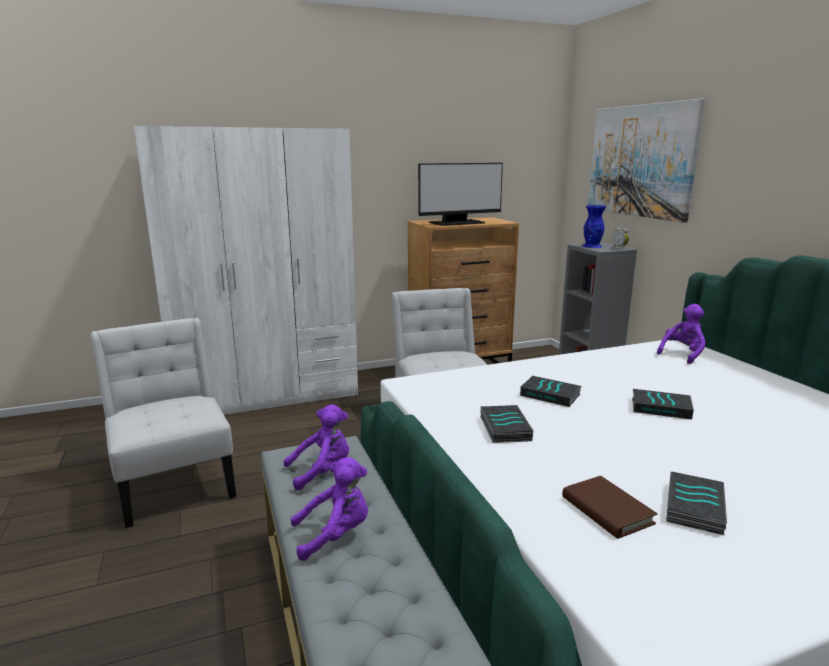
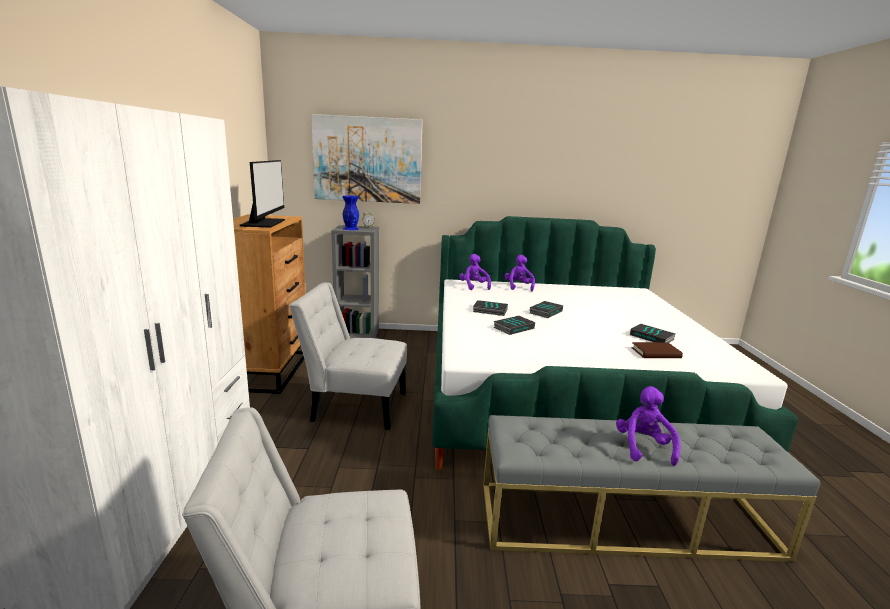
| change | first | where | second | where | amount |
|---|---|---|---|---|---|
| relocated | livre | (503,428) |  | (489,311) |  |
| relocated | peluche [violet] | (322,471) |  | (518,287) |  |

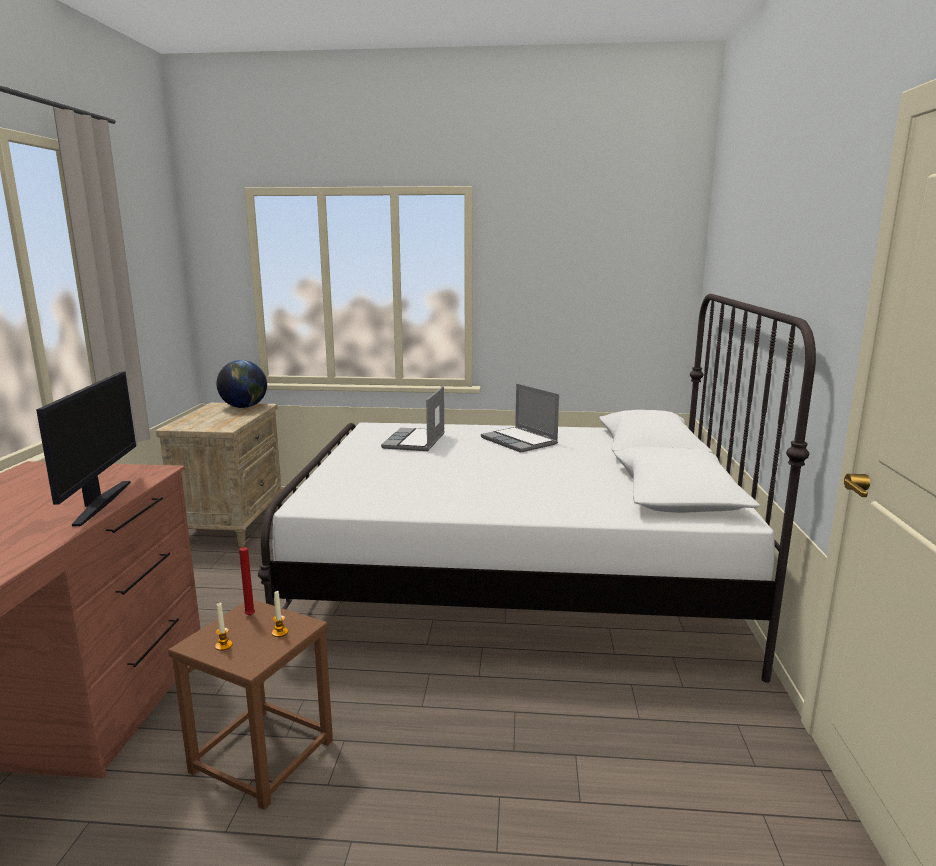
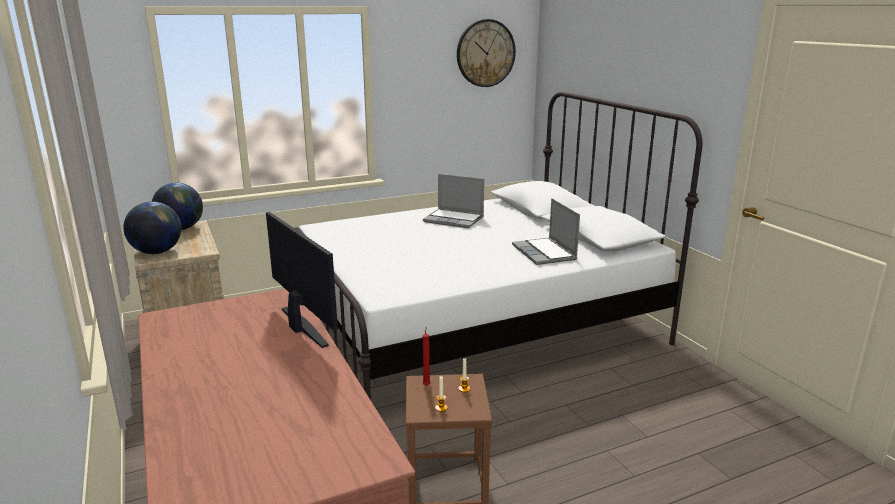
| change | first | where | second | where | amount |
|---|---|---|---|---|---|
| appeared |  |  | globe | (157,252) |  |
| appeared |  |  | horloge murale | (485,53) |  |
| relocated | ordinateur portable | (415,441) |  | (545,253) |  |

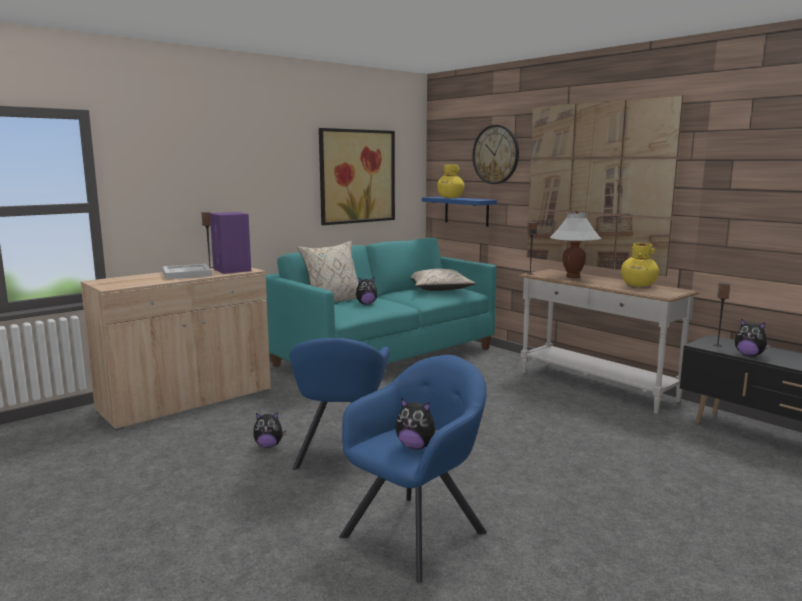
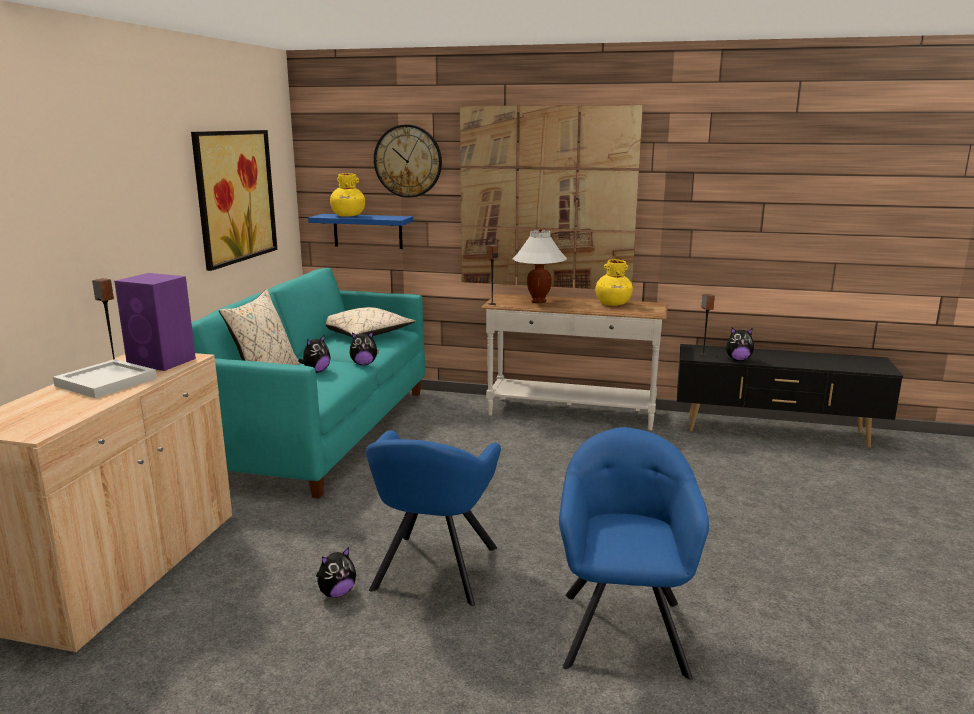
| change | first | where | second | where | amount |
|---|---|---|---|---|---|
| relocated | peluche | (416,446) |  | (364,364) |  |
| spun | fauteuil [bleu] | (341,453) |  | (434,571) | 45 degrees clockwise |

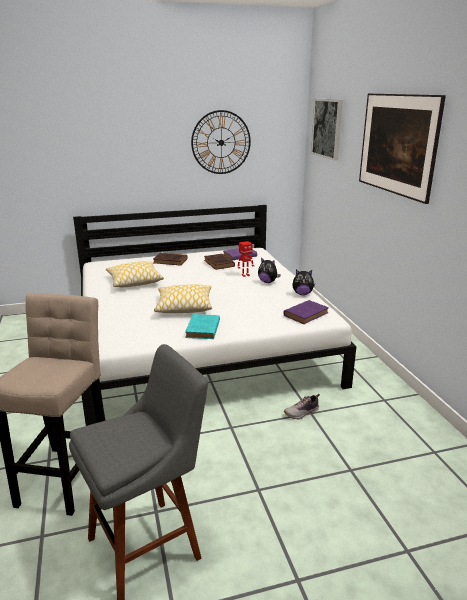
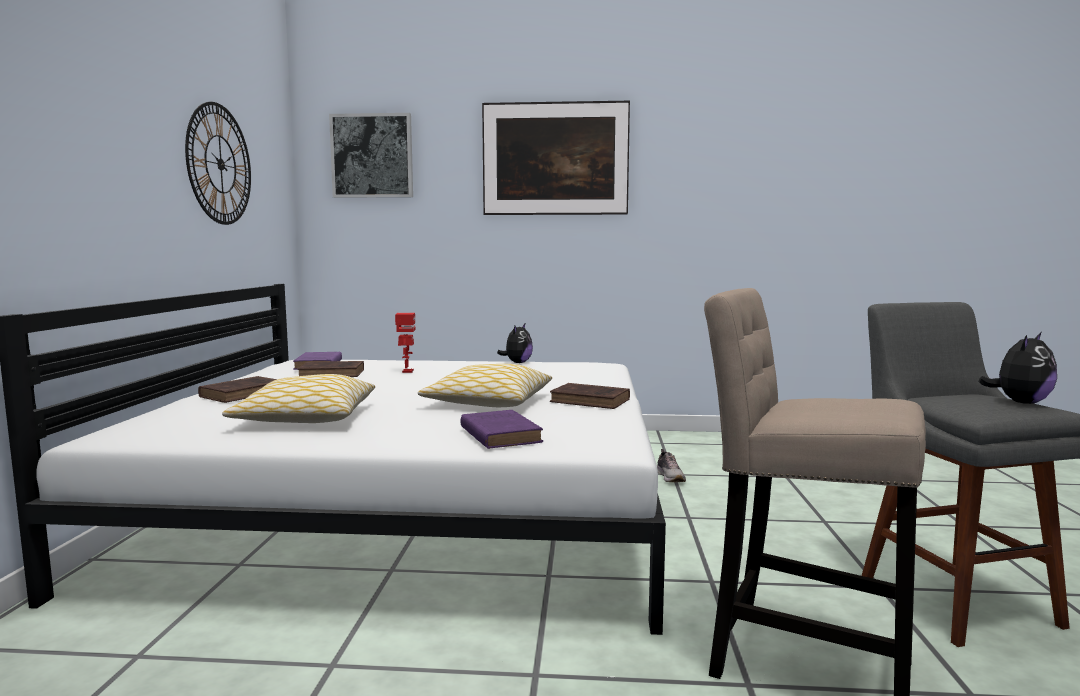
| change | first | where | second | where | amount |
|---|---|---|---|---|---|
| relocated | livre [violet] | (306,314) |  | (499,434) |  |
| colour | livre [turquoise] | (202,330) | livre [marron] | (592,401) |  |
| relocated | peluche | (268,282) |  | (1020,402) |  |

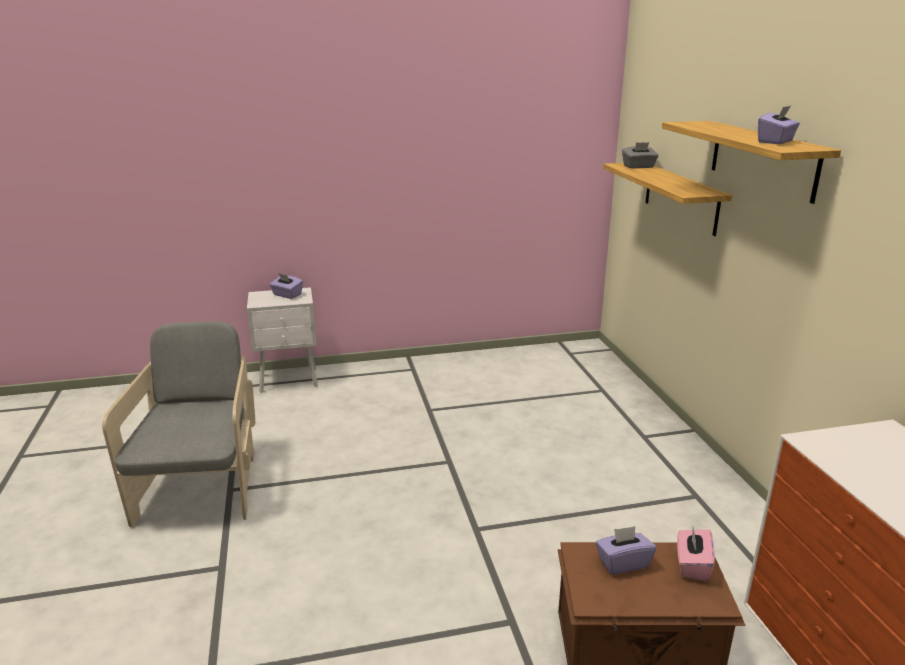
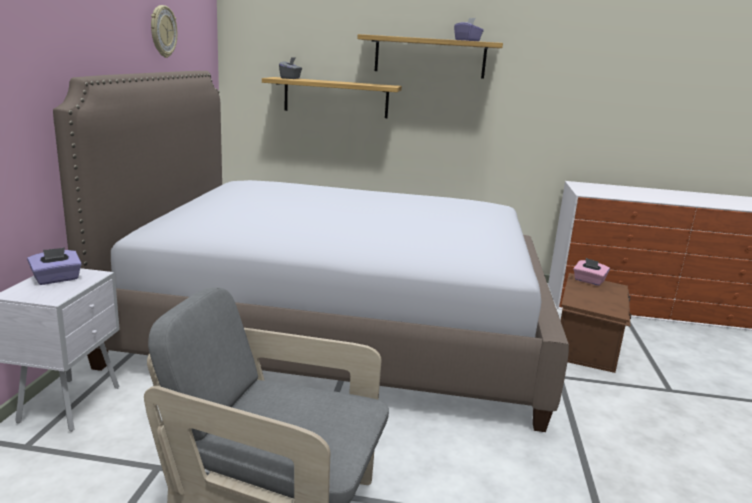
| change | first | where | second | where | amount |
|---|---|---|---|---|---|
| appeared |  |  | lit | (338,328) |  |
| appeared |  |  | horloge murale | (162,31) |  |
| missing | boîte à mouchoirs [violet] | (623,563) |  |  |  |

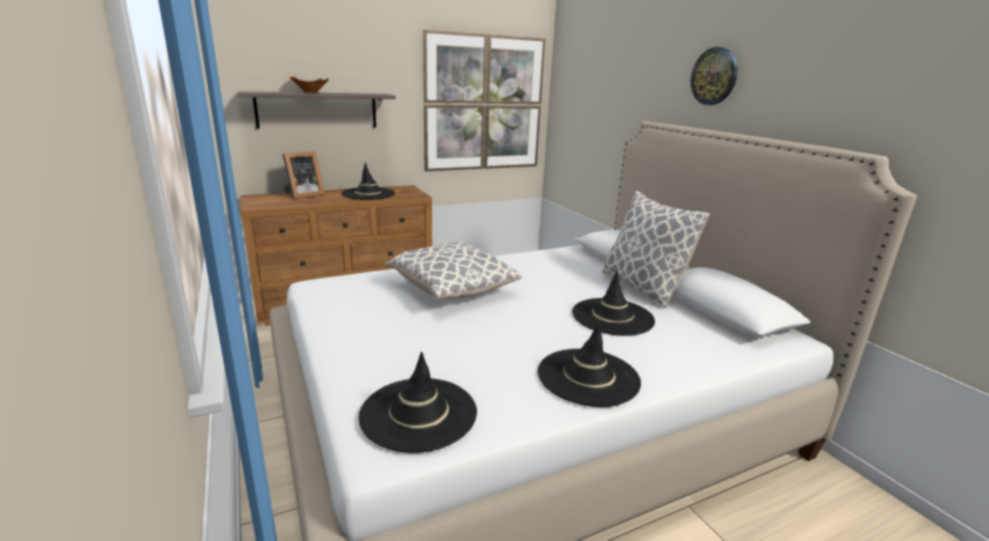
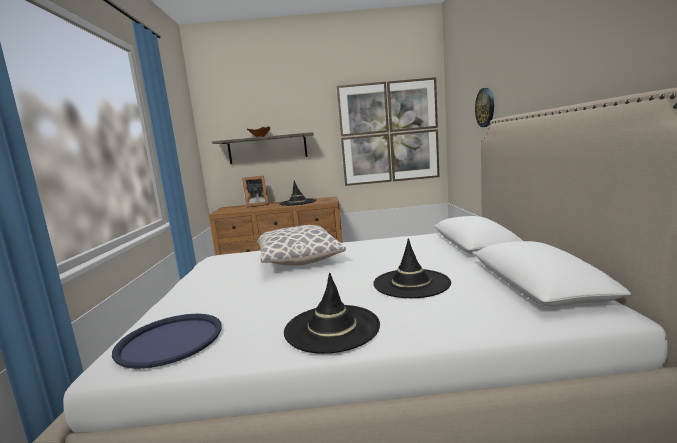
| change | first | where | second | where | amount |
|---|---|---|---|---|---|
| exchanged | chapeau [noir] | (418,413) | plateau [bleu] | (170,340) |  |
| relocated | horloge murale | (714,76) |  | (485,107) |  |
| missing | coussin | (642,287) |  |  |  |

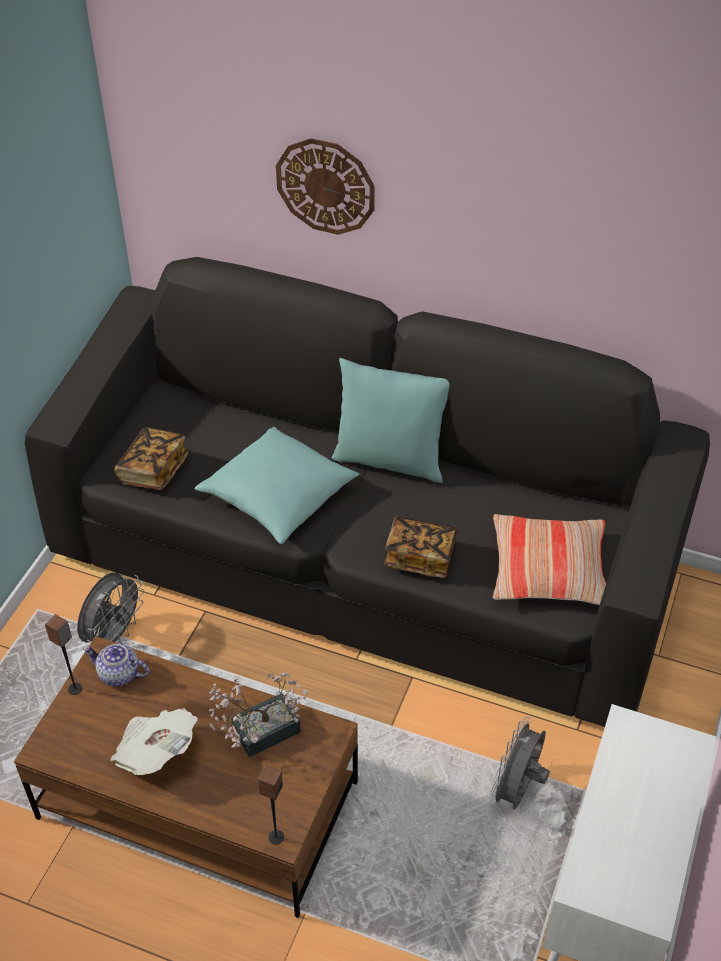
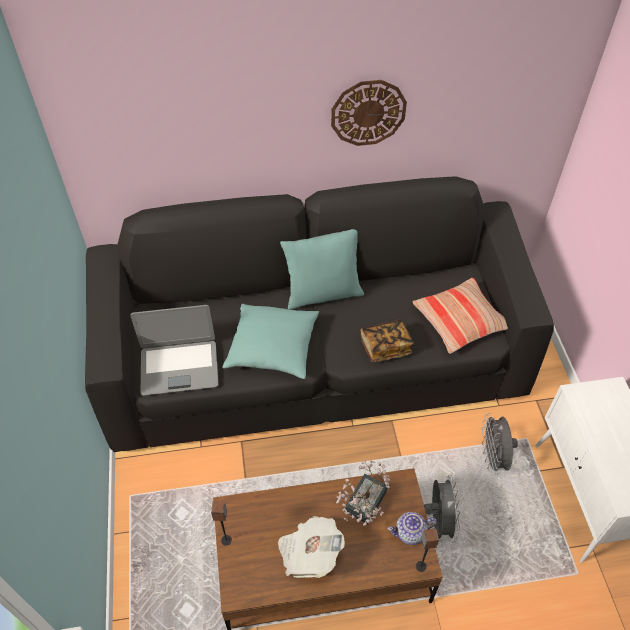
| change | first | where | second | where | amount |
|---|---|---|---|---|---|
| exchanged | livre | (153,470) | ordinateur portable | (179,367) |  |
| relocated | horloge murale | (325,186) |  | (368,112) |  |
| relocated | théière | (119,674) |  | (410,533) |  |
| relocated | ventilateur [gris] | (114,635) |  | (438,521) |  |

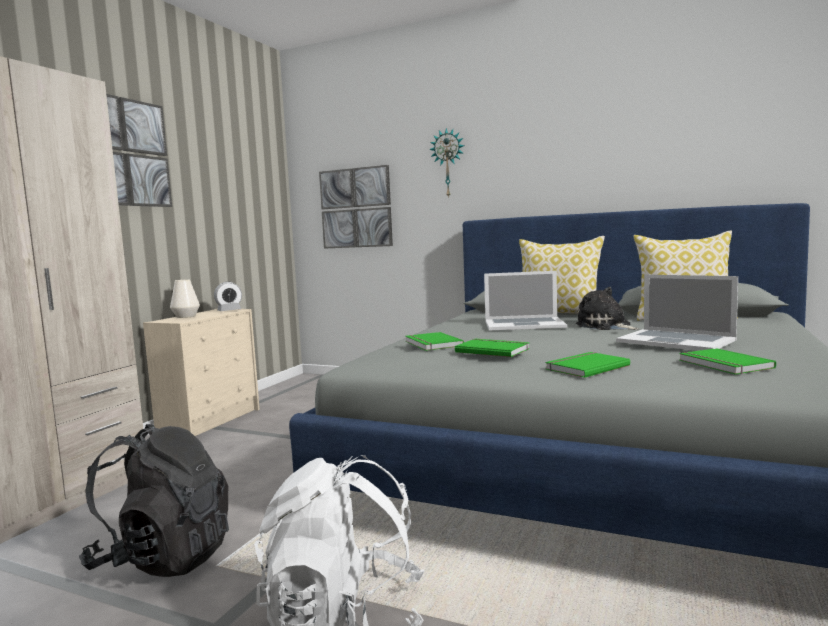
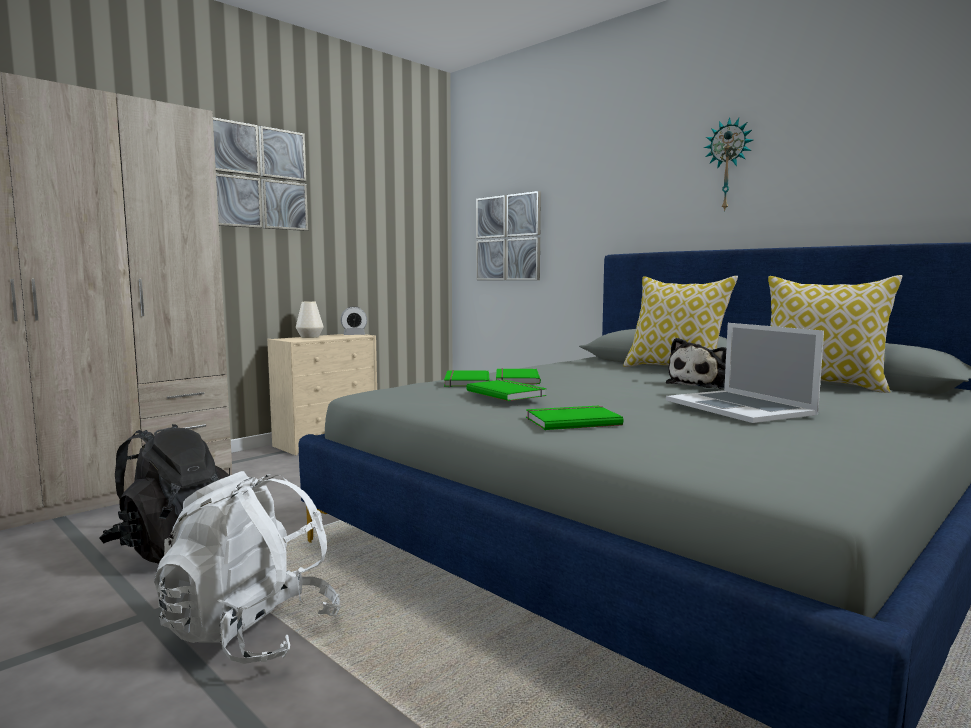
| change | first | where | second | where | amount |
|---|---|---|---|---|---|
| relocated | livre [vert] | (723,364) |  | (515,379) |  |
| spun | peluche | (605,326) |  | (701,385) | 120 degrees counterclockwise |
| relocated | horloge murale | (448,163) |  | (728,165) |  |
| missing | ordinateur portable | (524,324) |  |  |  |

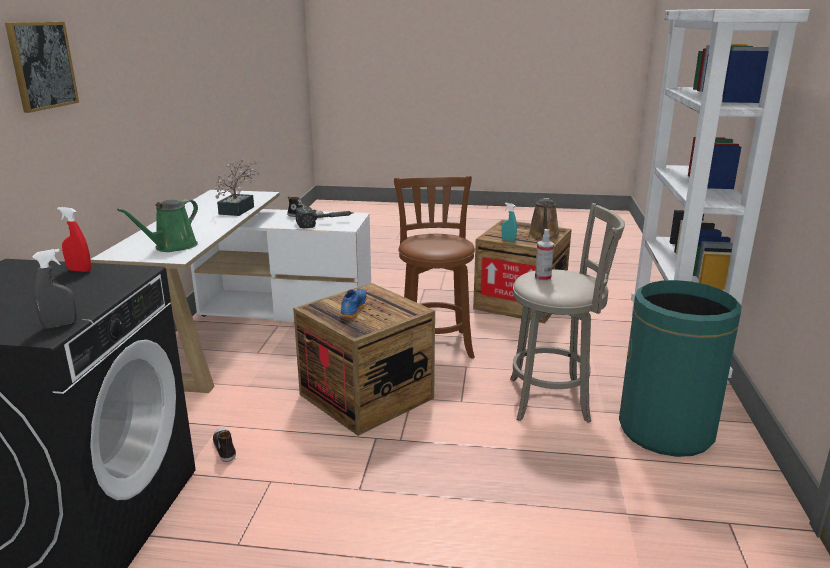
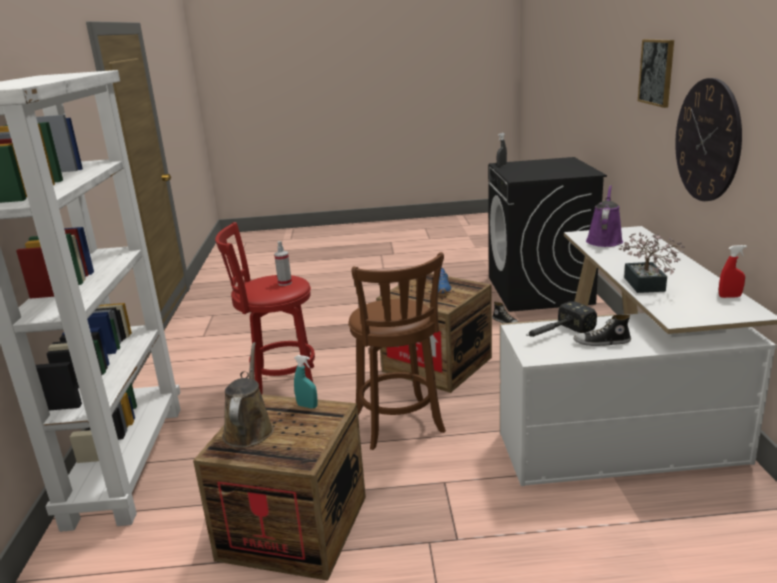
| change | first | where | second | where | amount |
|---|---|---|---|---|---|
| colour | tabouret [gris] | (554,399) | tabouret [rouge] | (281,386) |  |
| colour | arrosoir [vert] | (172,247) | arrosoir [violet] | (604,240) |  |
| appeared |  |  | horloge murale | (707,140) |  |
| relocated | vaporisateur [rouge] | (79,270) |  | (729,296) |  |
| missing | poubelle [vert] | (666,430) |  |  |  |

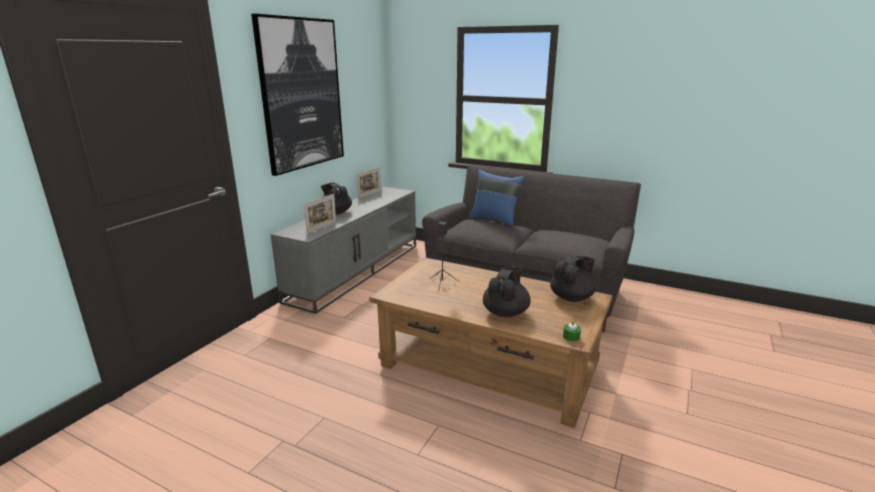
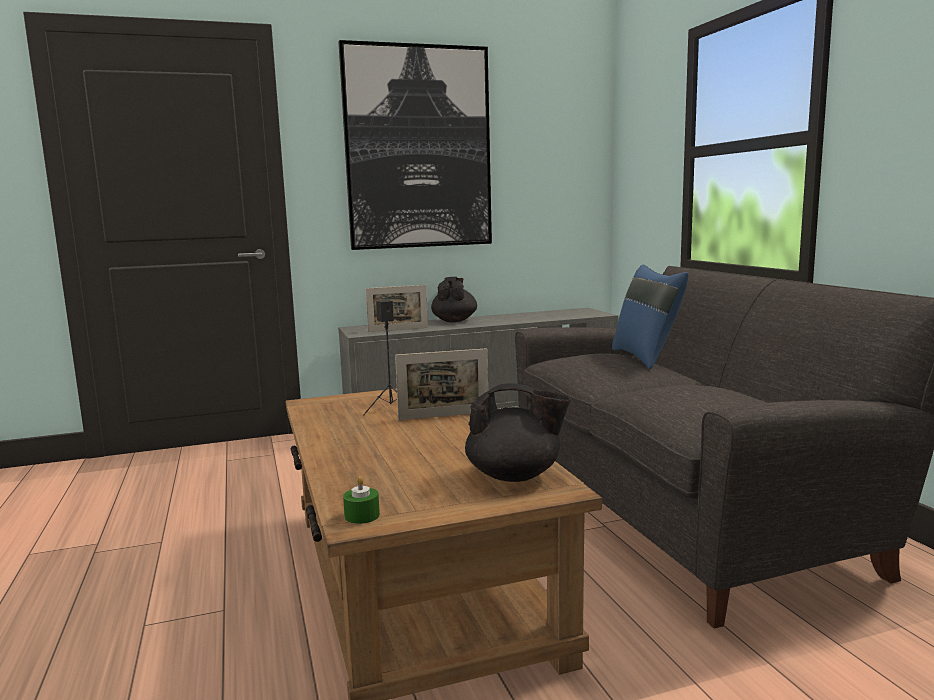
| change | first | where | second | where | amount |
|---|---|---|---|---|---|
| relocated | cadre photo | (369,194) |  | (444,416) |  |
| missing | théière [noir] | (505,312) |  |  |  |

